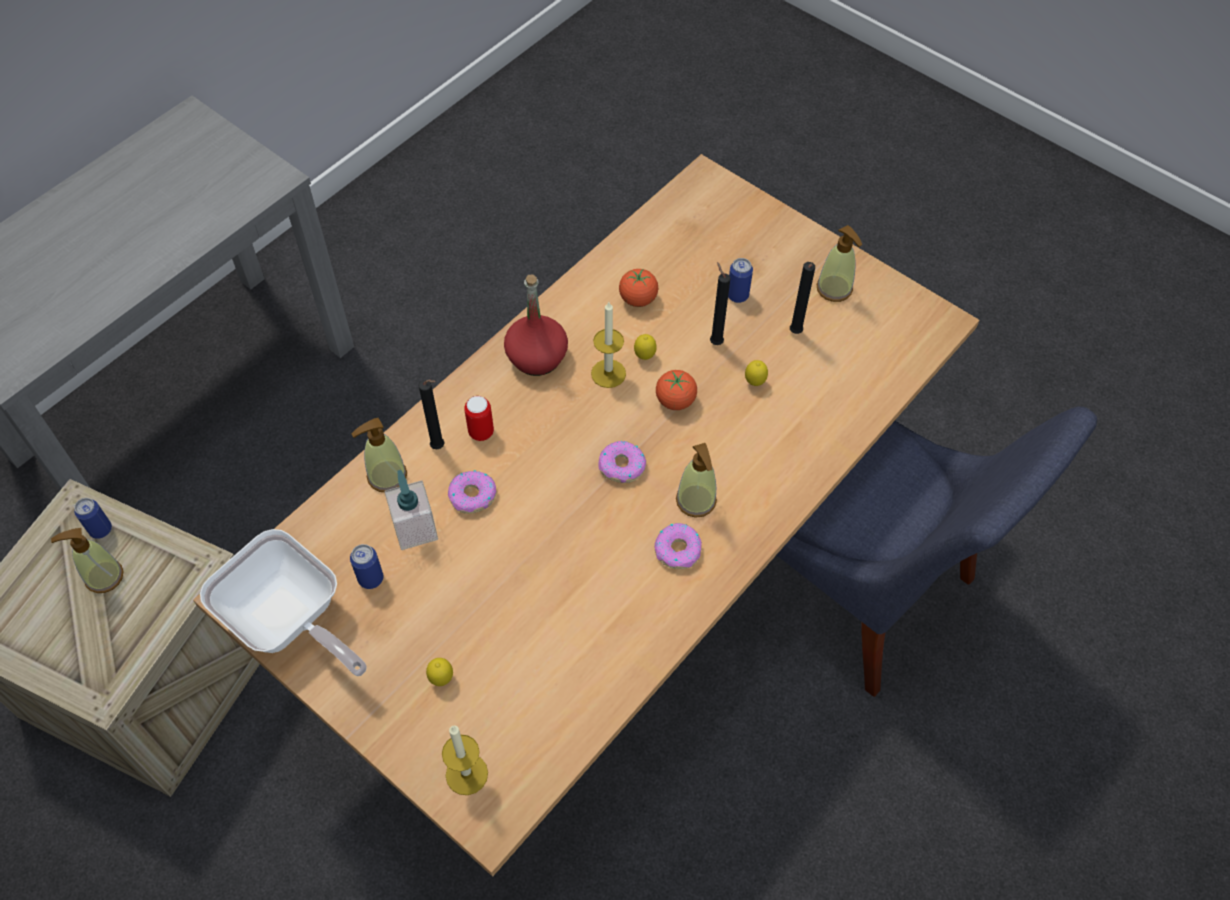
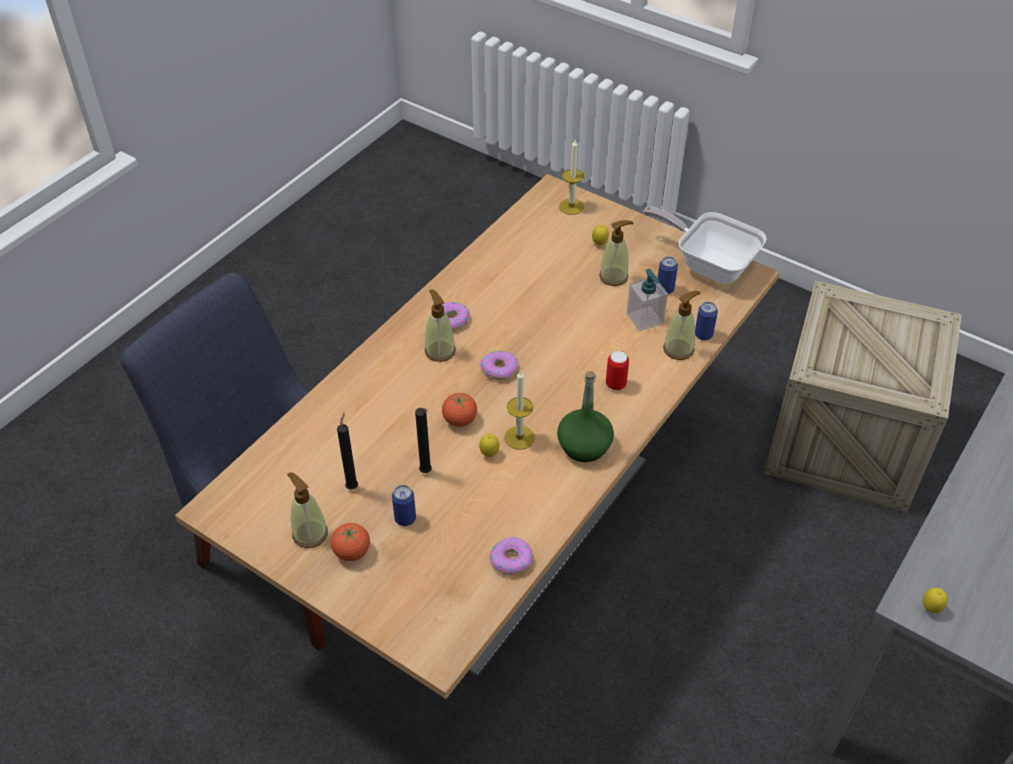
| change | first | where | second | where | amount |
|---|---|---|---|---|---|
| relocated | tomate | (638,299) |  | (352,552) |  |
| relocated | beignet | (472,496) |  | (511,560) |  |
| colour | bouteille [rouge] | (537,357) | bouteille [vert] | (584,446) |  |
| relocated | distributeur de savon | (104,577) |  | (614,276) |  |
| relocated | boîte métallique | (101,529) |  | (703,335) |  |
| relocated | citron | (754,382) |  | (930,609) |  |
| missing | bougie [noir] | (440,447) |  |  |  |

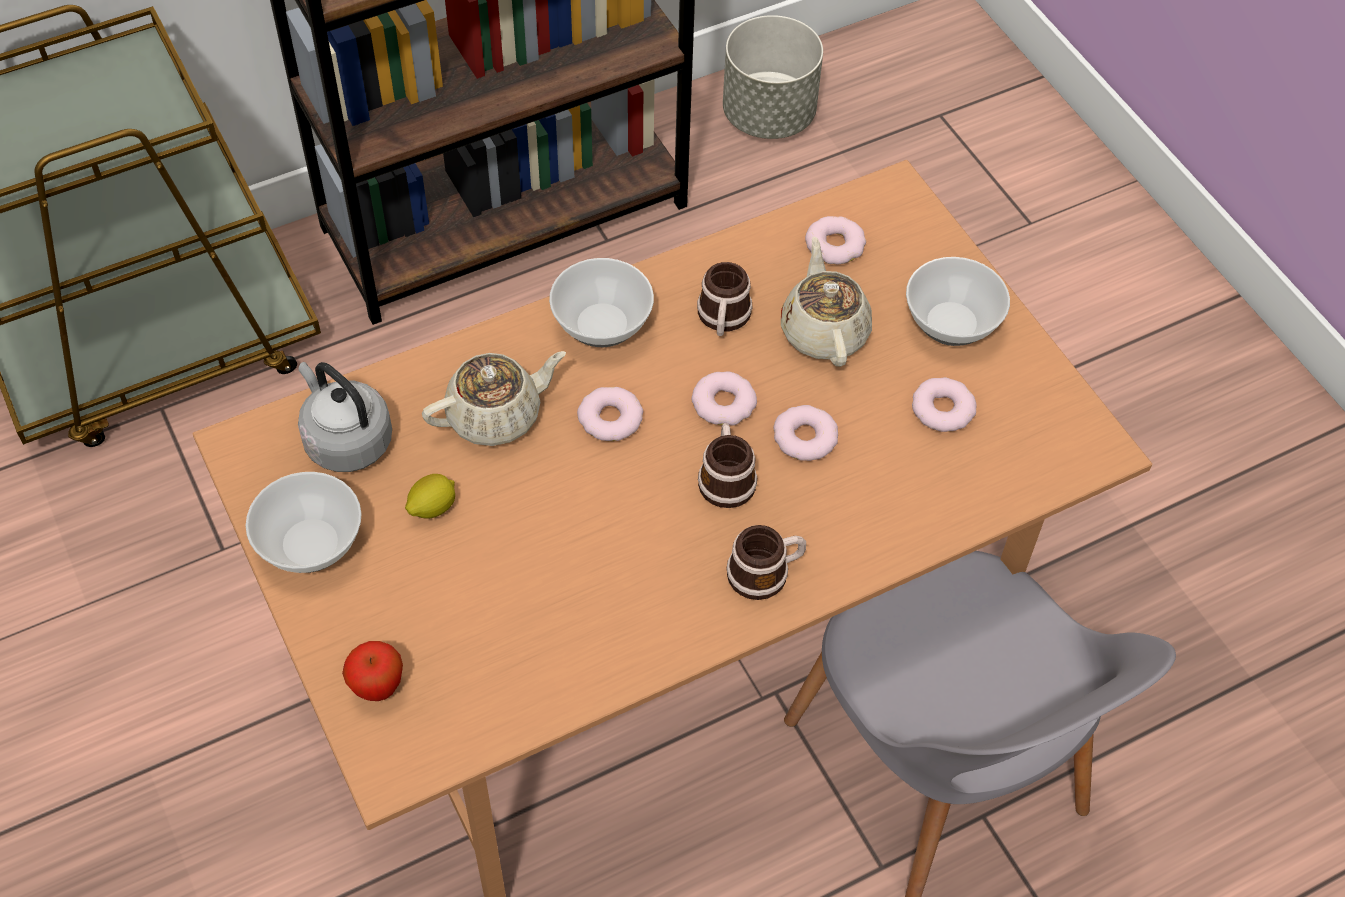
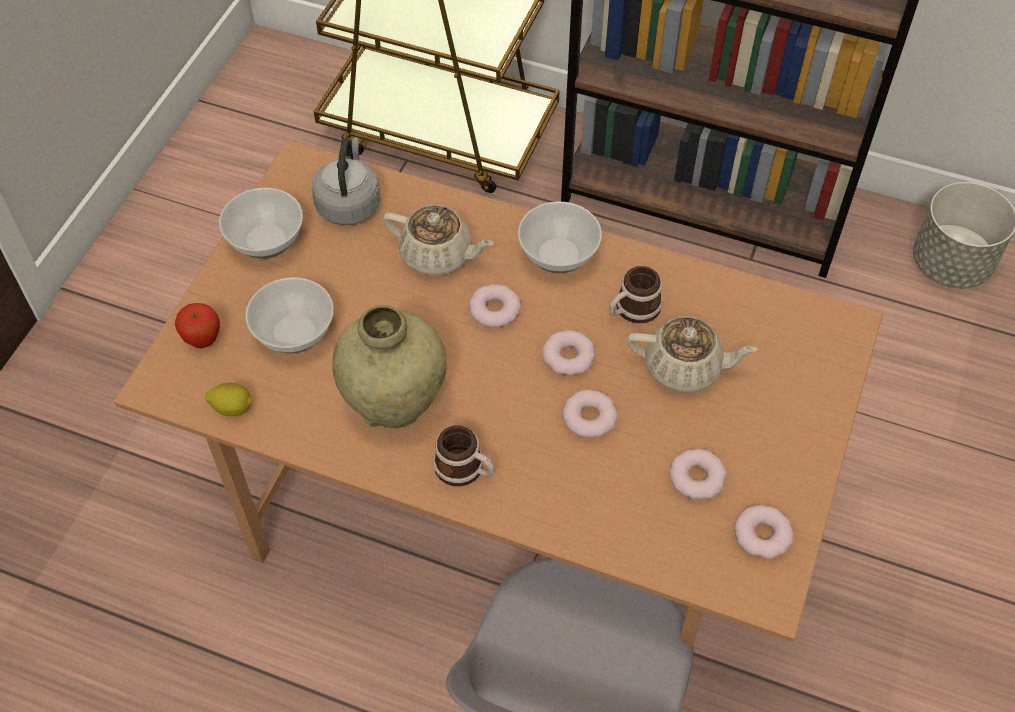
| change | first | where | second | where | amount |
|---|---|---|---|---|---|
| relocated | citron | (432,507) |  | (233,408) |  |
| relocated | bol | (950,324) |  | (292,333) |  |
| appeared |  |  | vase [beige] | (395,403) |  |
| spun | théière [beige] | (824,330) |  | (685,368) | 60 degrees clockwise |
| relocated | beignet | (835,245) |  | (762,535) |  |
| missing | mug | (726,477) |  |  |  |

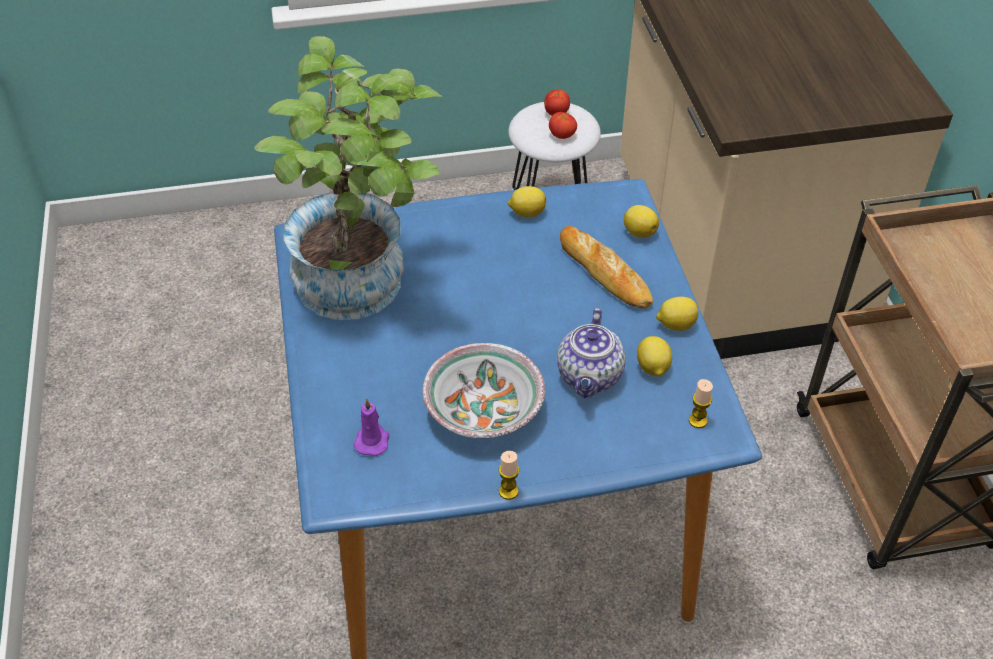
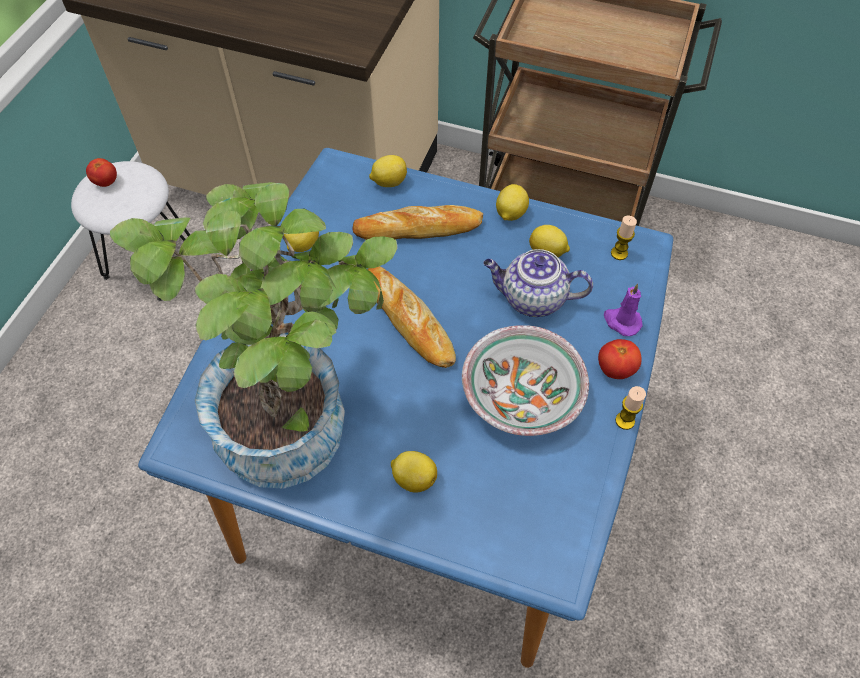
| change | first | where | second | where | amount |
|---|---|---|---|---|---|
| appeared |  |  | pain | (408,320) |  |
| appeared |  |  | citron | (413,478) |  |
| spun | théière | (590,377) |  | (532,299) | 150 degrees clockwise |
| relocated | tomate | (562,136) |  | (615,369) |  |
| relocated | bougie [violet] | (372,440) |  | (621,321) |  |

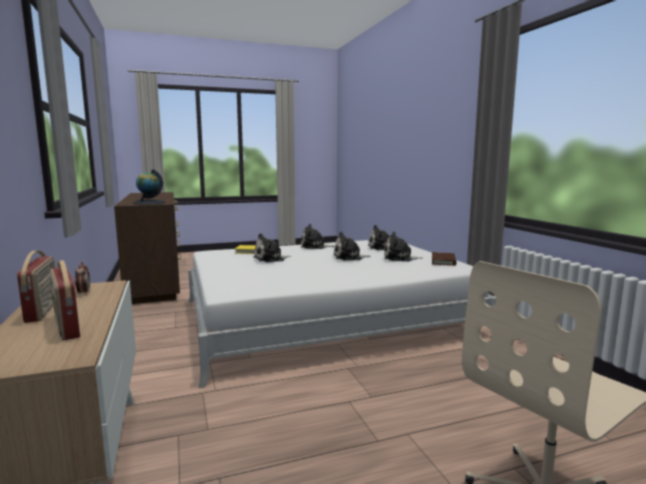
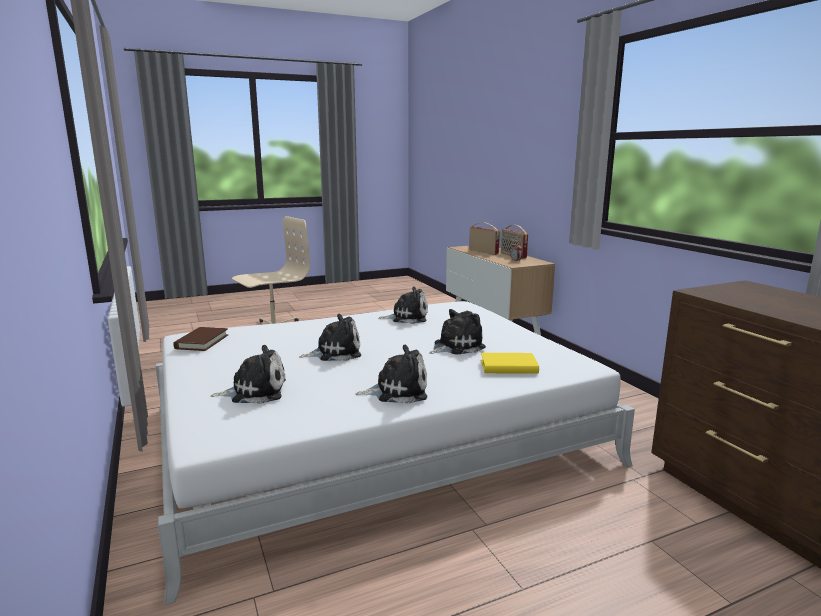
| change | first | where | second | where | amount |
|---|---|---|---|---|---|
| relocated | peluche | (400,258) |  | (407,317) |  |
| missing | globe | (149,203) |  |  |  |

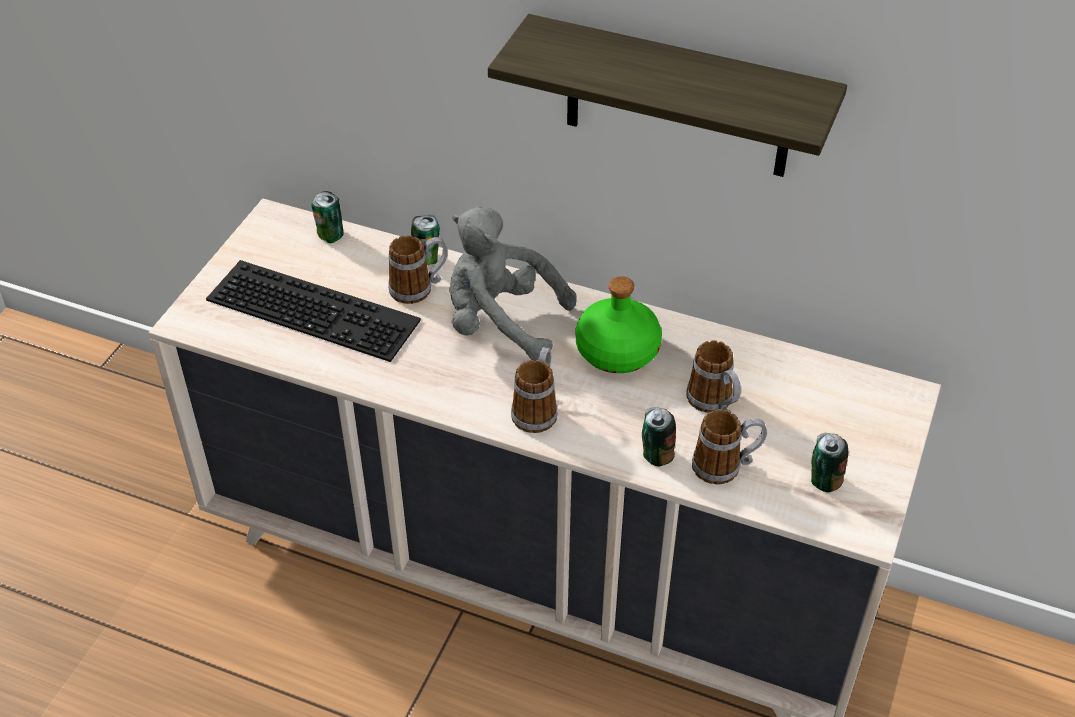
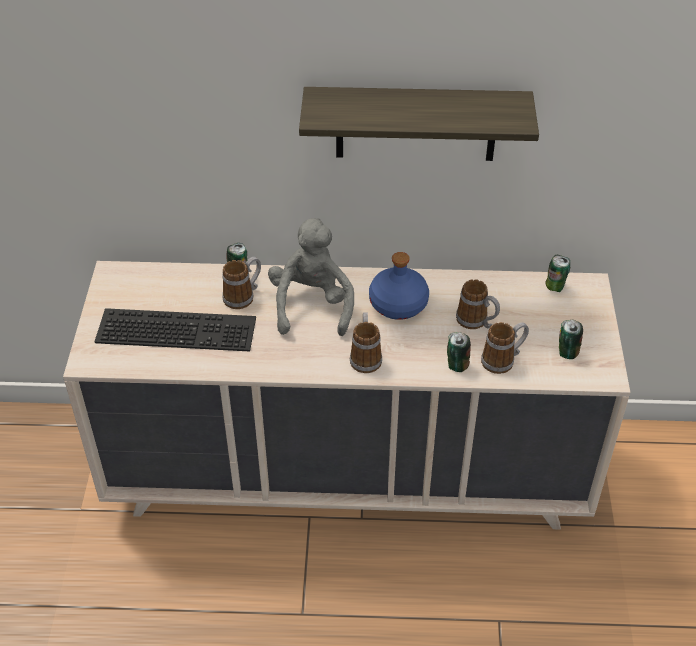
| change | first | where | second | where | amount |
|---|---|---|---|---|---|
| spun | peluche [gris] | (501,322) |  | (312,305) | 90 degrees clockwise |
| colour | bouteille [vert] | (616,351) | bouteille [bleu] | (397,304) |  |
| relocated | boîte métallique | (330,236) |  | (555,287) |  |

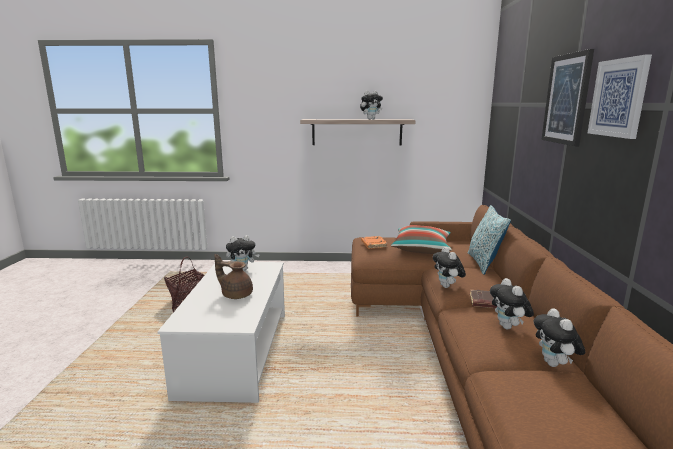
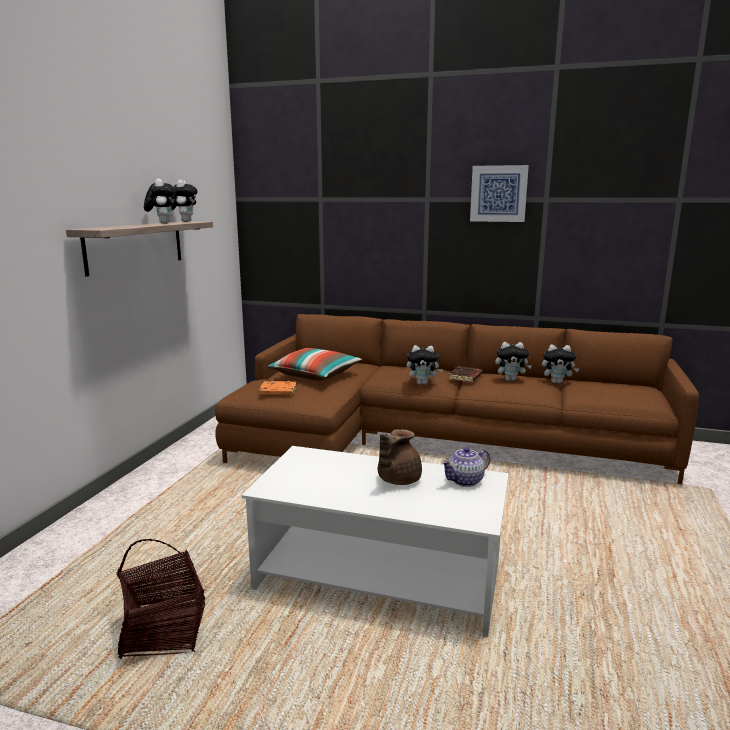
| change | first | where | second | where | amount |
|---|---|---|---|---|---|
| relocated | peluche | (242,269) |  | (184,221) |  |
| appeared |  |  | théière | (465,481) |  |
| missing | coussin | (484,263) |  |  |  |
| missing | tableau | (567,99) |  |  |  |

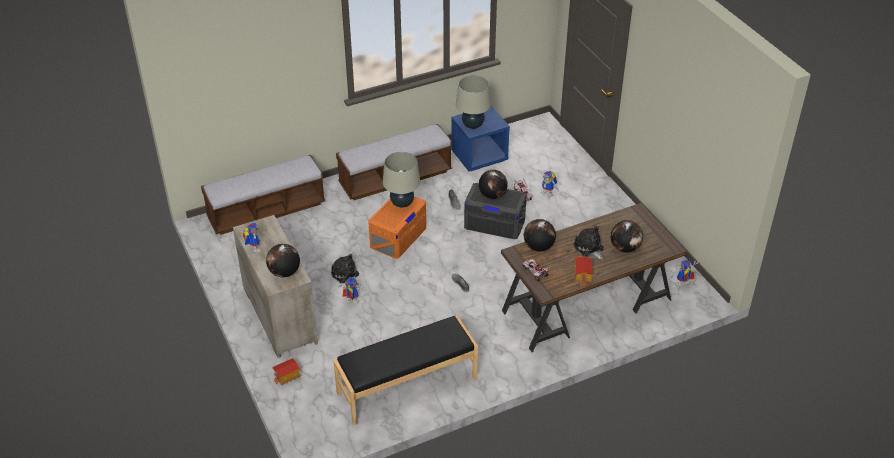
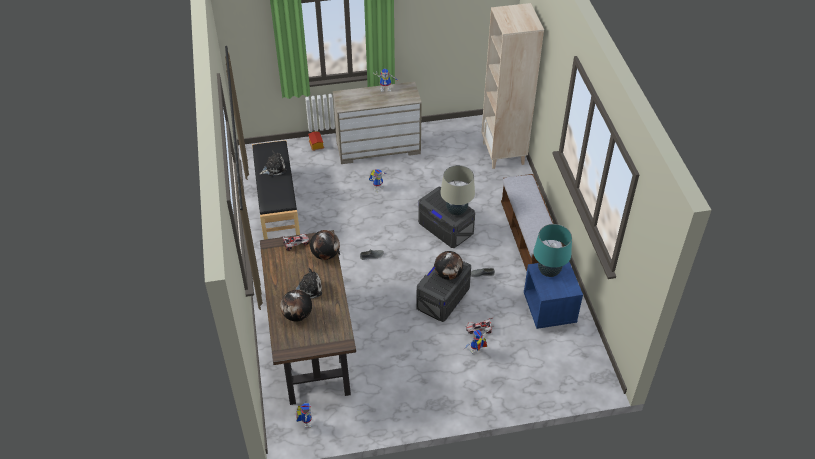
| change | first | where | second | where | amount |
|---|---|---|---|---|---|
| relocated | peluche | (346,275) |  | (274,168) |  |
| colour | boîte de rangement [orange] | (398,236) | boîte de rangement [gris] | (445,227) |  |
| exchanged | banc | (266,211) | bibliothèque [beige] | (503,153) |  |
| colour | lampe de table [beige] | (473,125) | lampe de table [turquoise] | (549,271) |  |
| missing | globe | (284,273) |  |  |  |
| missing | maison miniature | (582,276) |  |  |  |

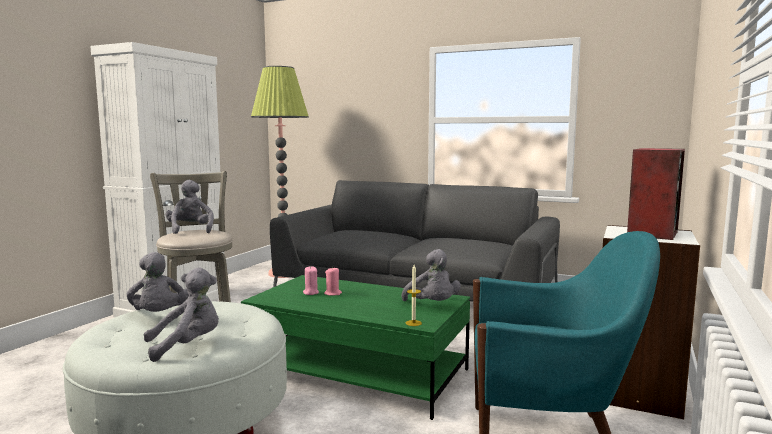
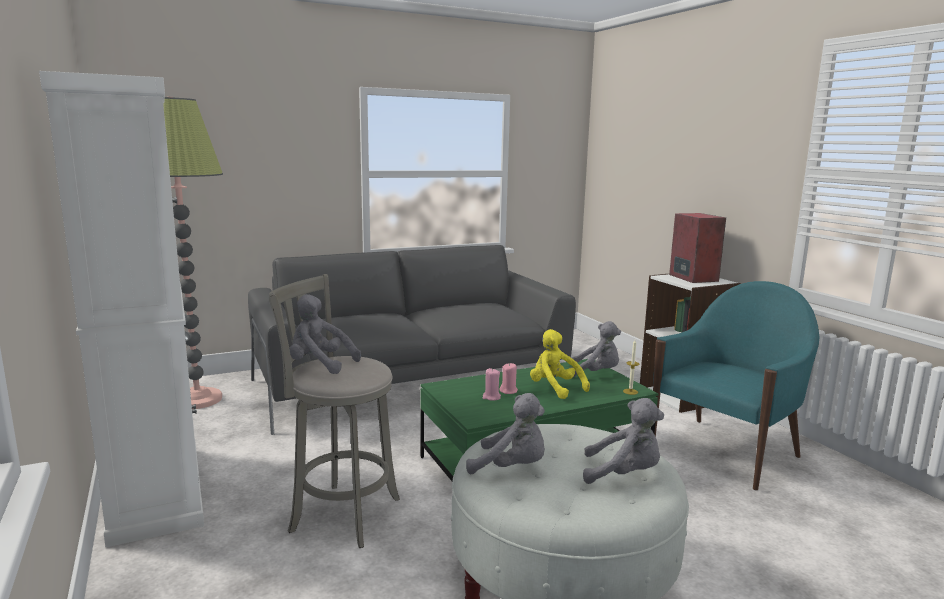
| change | first | where | second | where | amount |
|---|---|---|---|---|---|
| appeared |  |  | peluche [jaune] | (555,388) |  |
| spun | peluche [gris] | (187,345) |  | (624,474) | 90 degrees clockwise |

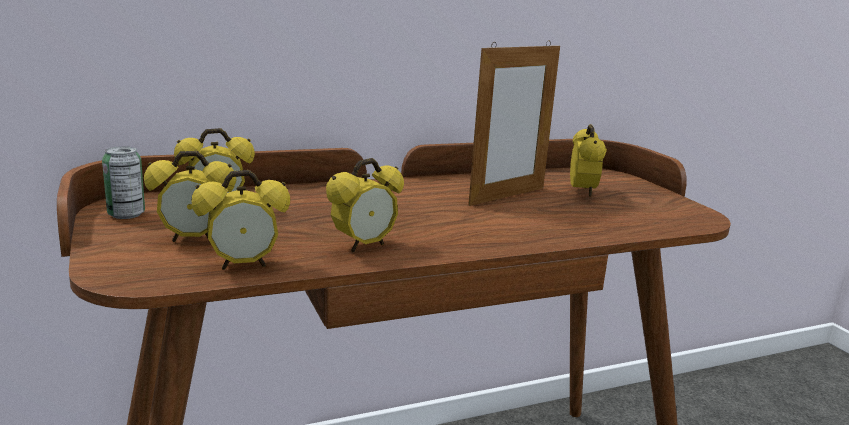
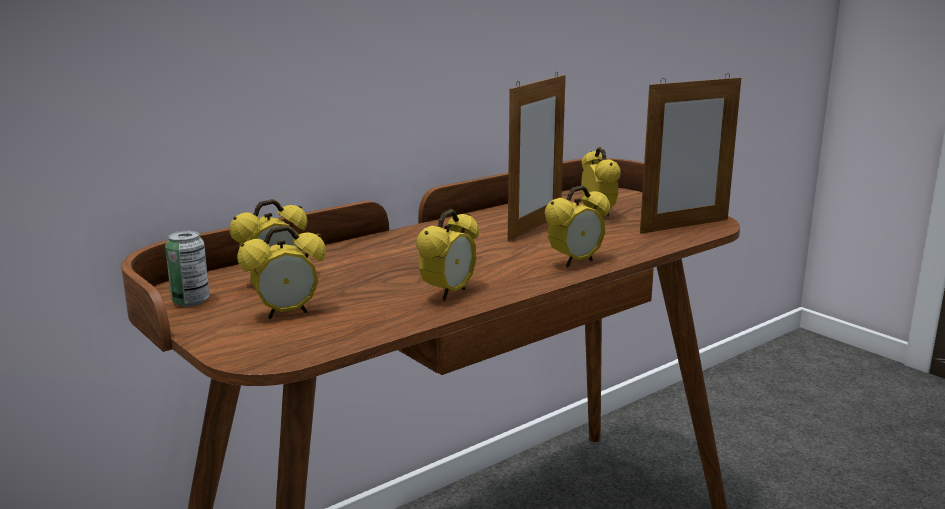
| change | first | where | second | where | amount |
|---|---|---|---|---|---|
| relocated | réveil | (243,265) |  | (575,262) |  |
| appeared |  |  | cadre photo | (684,226) |  |

